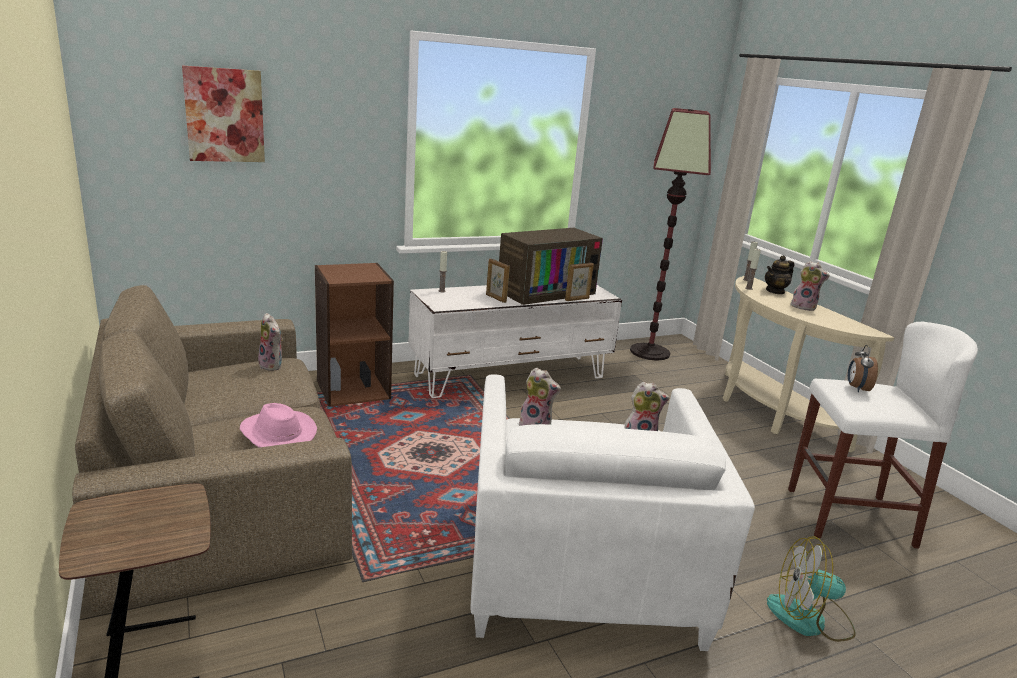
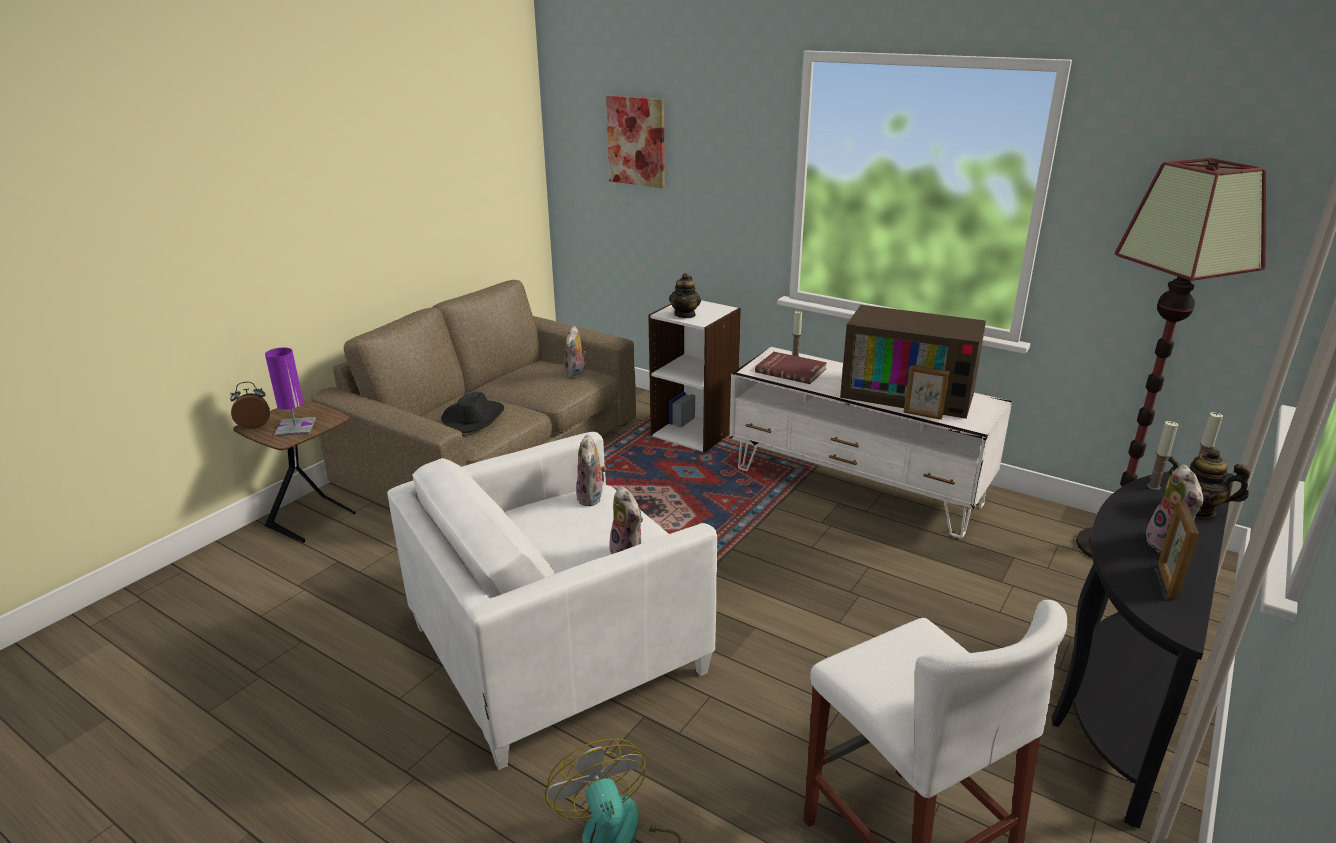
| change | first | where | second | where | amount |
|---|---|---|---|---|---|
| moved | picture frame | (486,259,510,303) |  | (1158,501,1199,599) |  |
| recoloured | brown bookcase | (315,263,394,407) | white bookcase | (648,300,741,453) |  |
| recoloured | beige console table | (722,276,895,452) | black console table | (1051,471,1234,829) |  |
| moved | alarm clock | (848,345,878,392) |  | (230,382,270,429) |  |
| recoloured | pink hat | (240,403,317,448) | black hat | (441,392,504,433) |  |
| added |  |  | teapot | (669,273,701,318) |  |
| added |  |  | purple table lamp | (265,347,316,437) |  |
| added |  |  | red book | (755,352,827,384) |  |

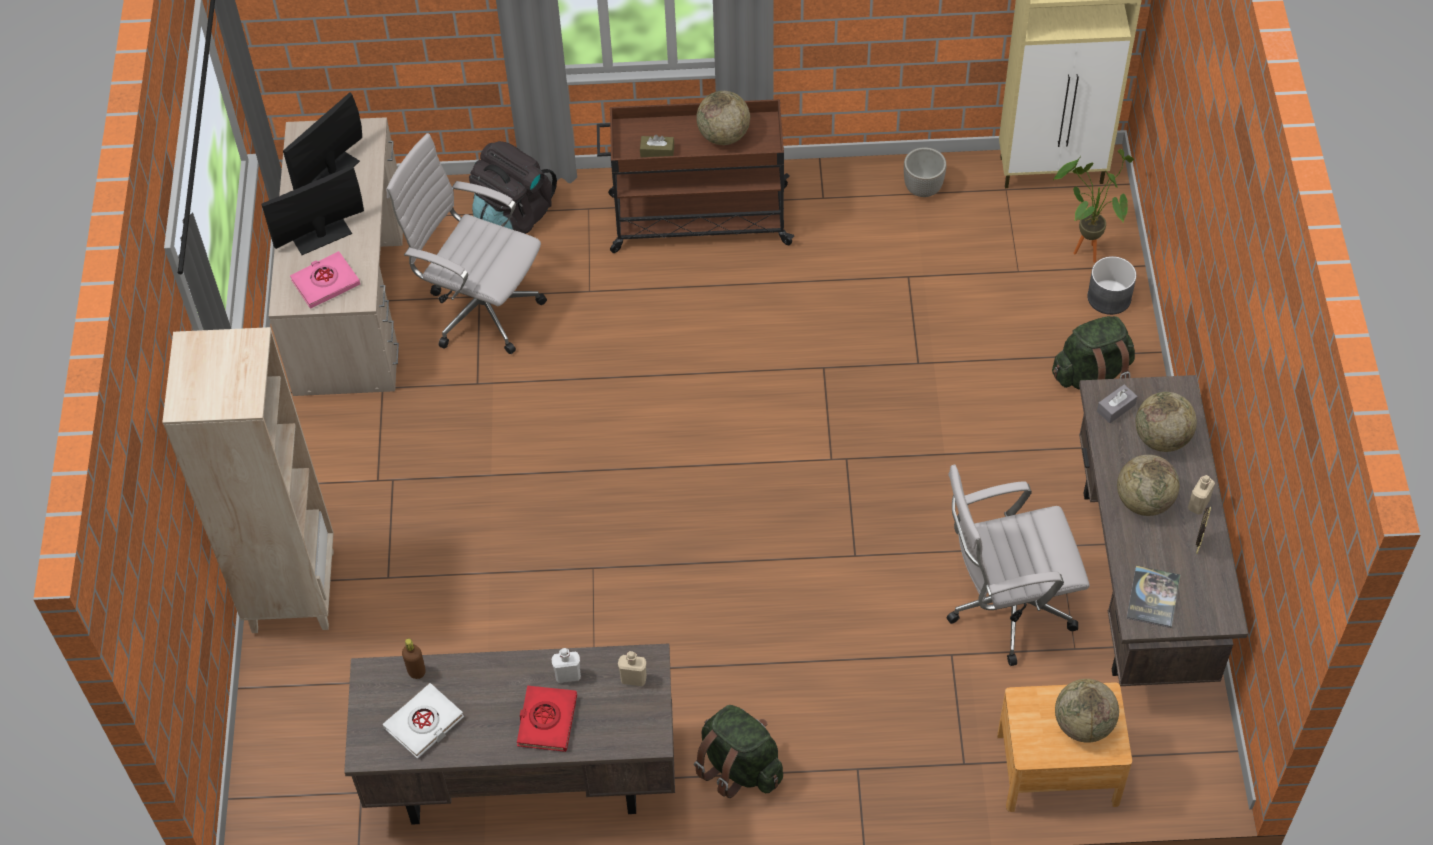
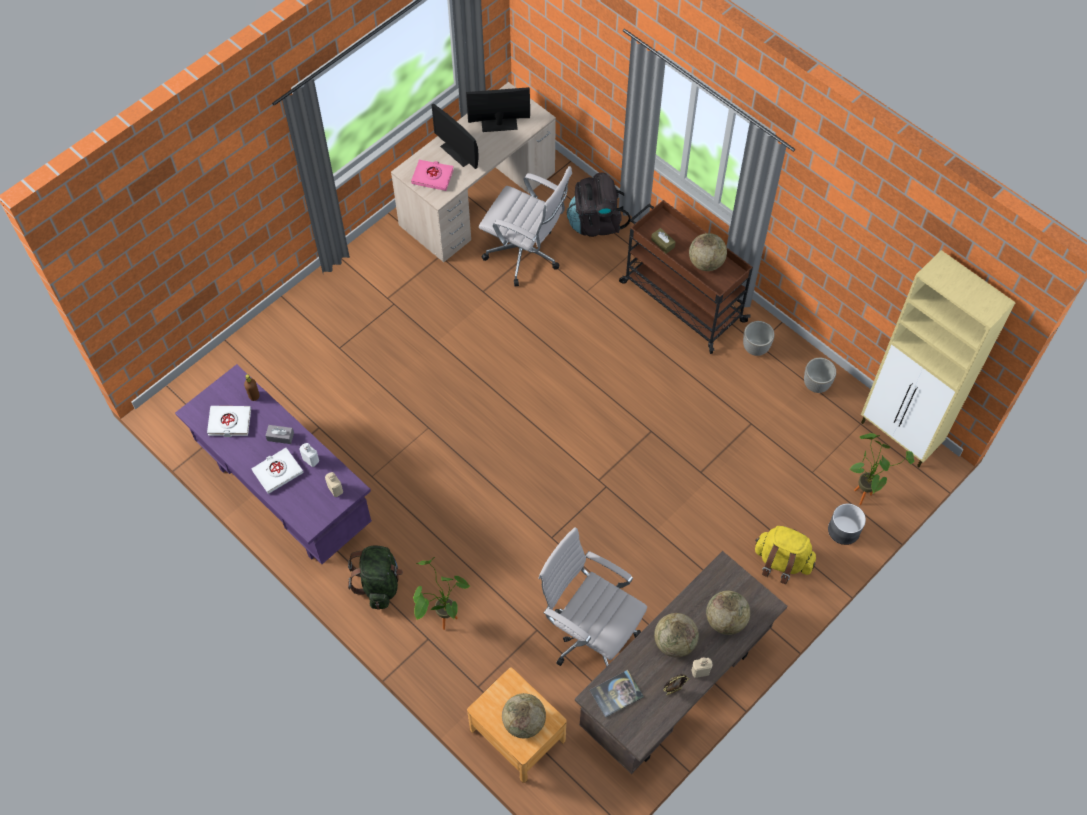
| change | first | where | second | where | amount |
|---|---|---|---|---|---|
| turned | white office chair | (386,133,547,354) |  | (479,166,572,286) | 135 degrees clockwise |
| turned | monitor | (261,165,364,255) |  | (432,104,479,169) | 150 degrees counterclockwise |
| recoloured | green backpack | (1052,316,1135,390) | yellow backpack | (755,526,816,584) |  |
| removed | beige bookcase | (162,327,334,633) |  |  |  |
| moved | grey tissue box | (1097,384,1137,423) |  | (266,425,294,444) |  |
| recoloured | brown desk | (344,644,675,825) | purple desk | (175,364,372,564) |  |
| recoloured | red book | (517,686,577,752) | white book | (252,448,303,494) |  |
| added |  |  | planter | (743,321,774,356) |  |
| added |  |  | potted plant | (413,557,471,630) |  |

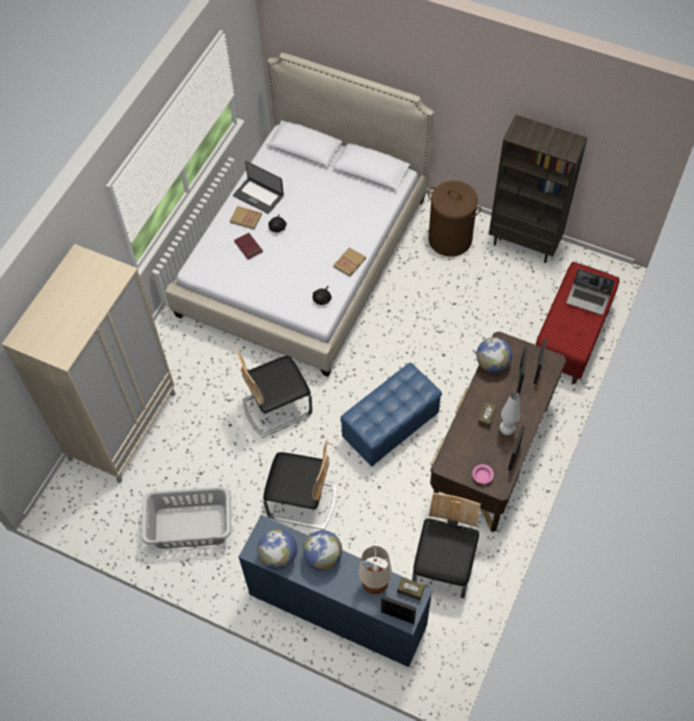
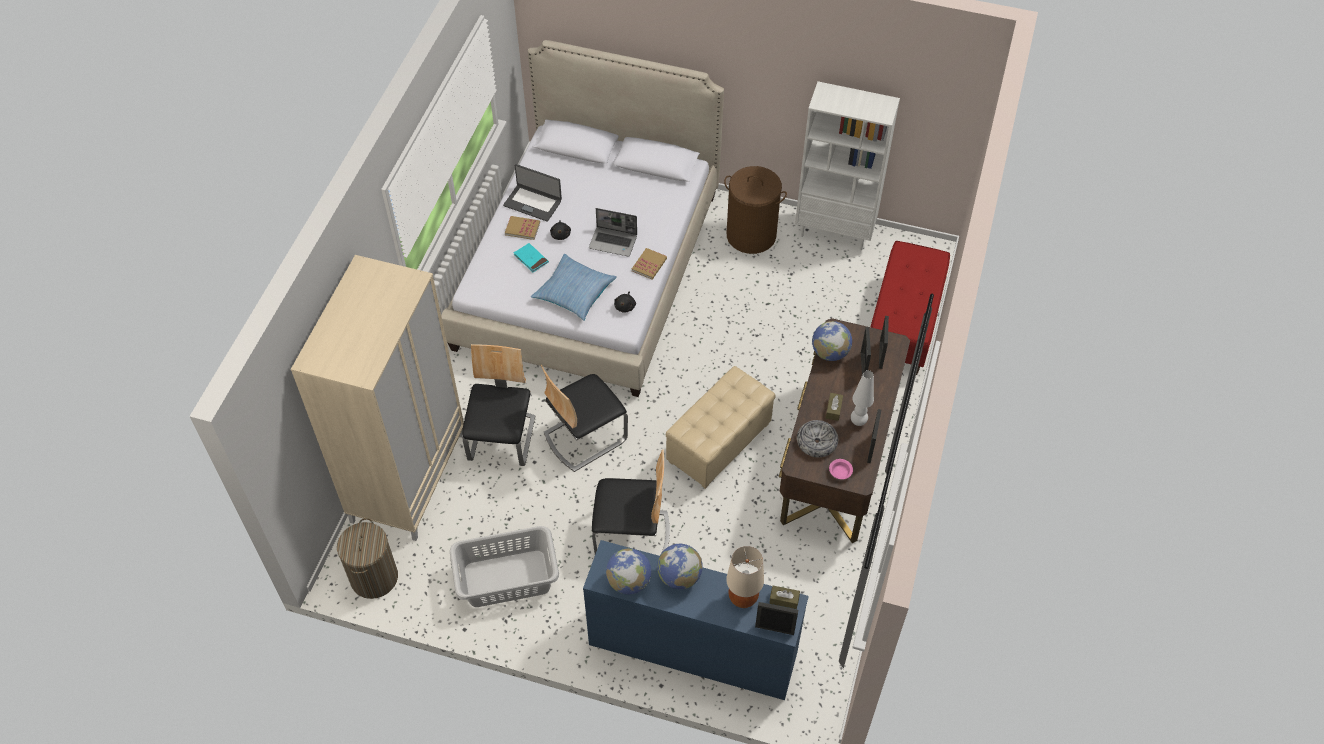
| change | first | where | second | where | amount |
|---|---|---|---|---|---|
| recoloured | brown bookcase | (489,115,587,263) | white bookcase | (795,81,900,250) |  |
| recoloured | red book | (234,233,263,260) | turquoise book | (514,243,549,272) |  |
| moved | laptop | (566,269,615,315) |  | (589,208,637,257) |  |
| recoloured | blue ottoman | (341,363,442,467) | beige ottoman | (666,366,776,489) |  |
| moved | chair | (412,493,481,598) |  | (462,344,535,466) |  |
| added |  |  | pillow | (531,254,617,321) |  |
| added |  |  | bowl | (797,420,838,457) |  |
| added |  |  | laundry basket | (337,518,398,599) |  |

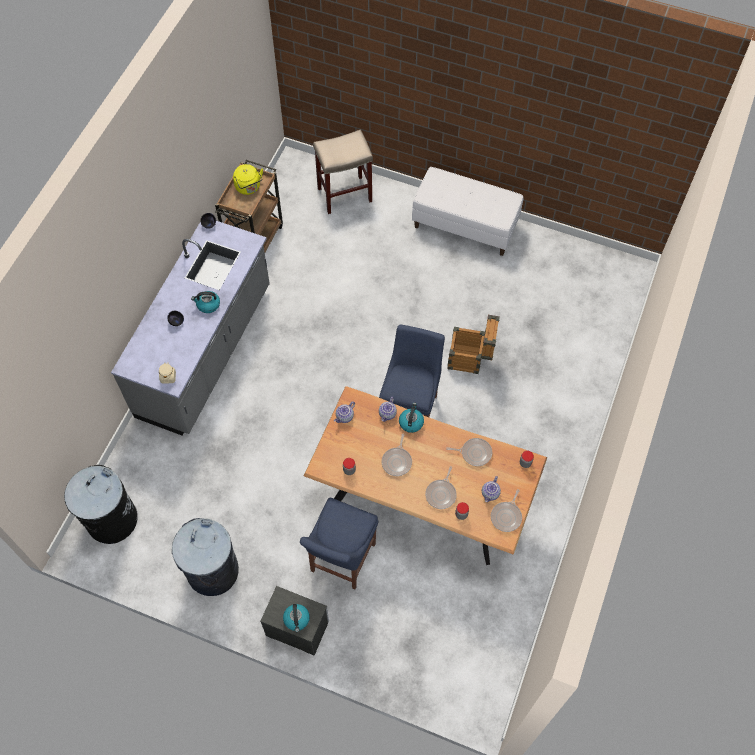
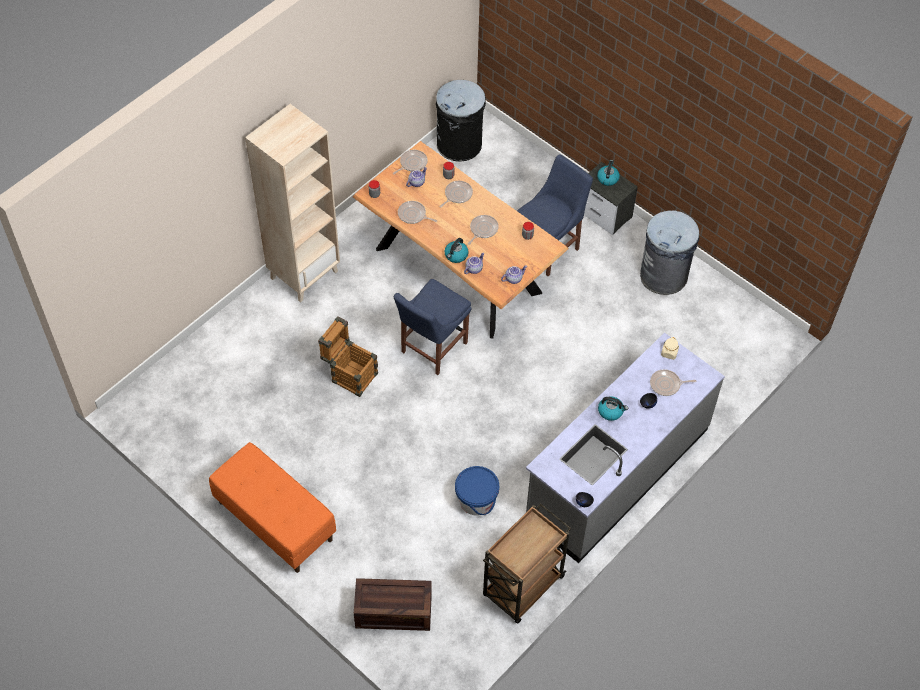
| change | first | where | second | where | amount |
|---|---|---|---|---|---|
| replaced | beige stool | (313,130,373,214) | crate | (354,578,432,631) |  |
| removed | yellow kettle | (233,164,263,195) |  |  |  |
| recoloured | white bench | (412,167,523,256) | orange bench | (209,442,336,573) |  |
| moved | black trash can | (64,465,138,544) |  | (436,80,486,162) |  |
| added |  |  | beige bookcase | (245,104,340,303) |  |
| added |  |  | frying pan | (650,369,696,396) |  |
| added |  |  | blue bucket | (455,466,499,516) |  |

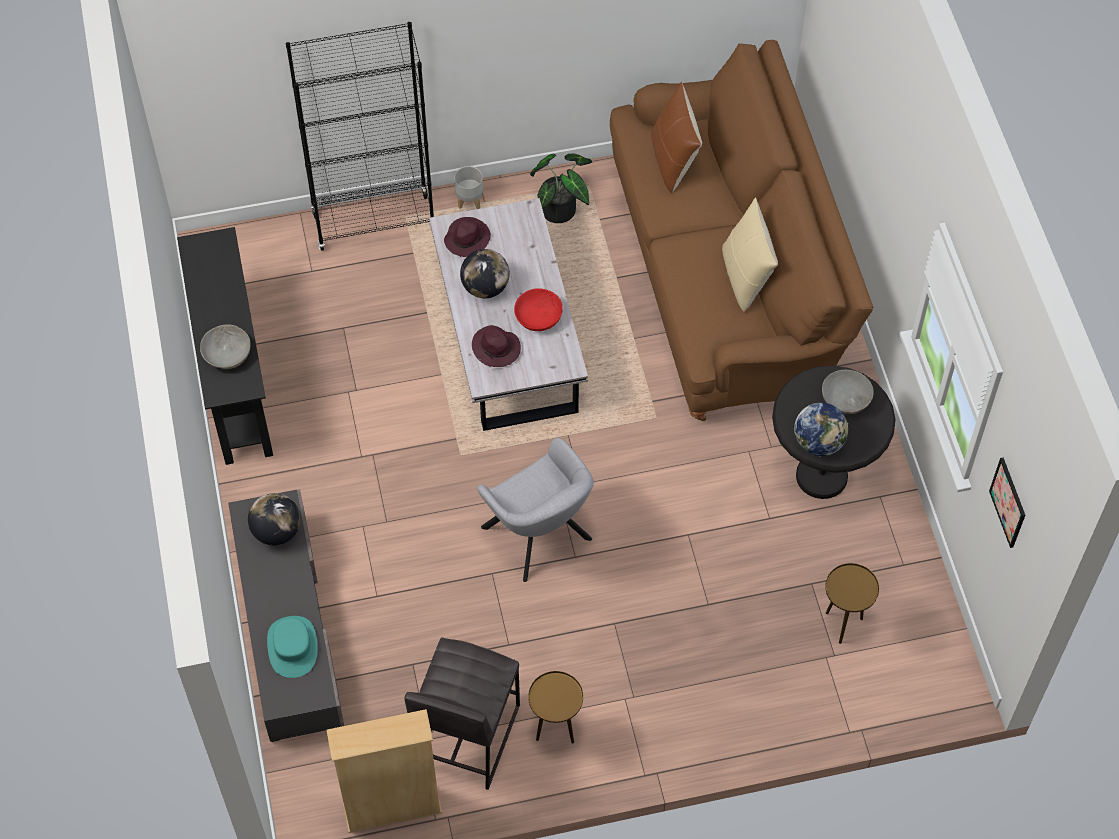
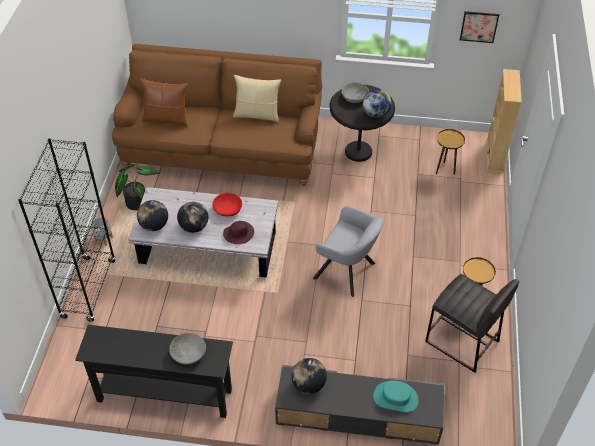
| change | first | where | second | where | amount |
|---|---|---|---|---|---|
| replaced | purple hat | (444,217,491,257) | globe | (137,200,168,231) |  |
| turned | grey armchair | (477,438,594,582) |  | (313,206,383,297) | 45 degrees clockwise |
| moved | beige bookcase | (327,709,442,833) |  | (486,69,522,173) |  |

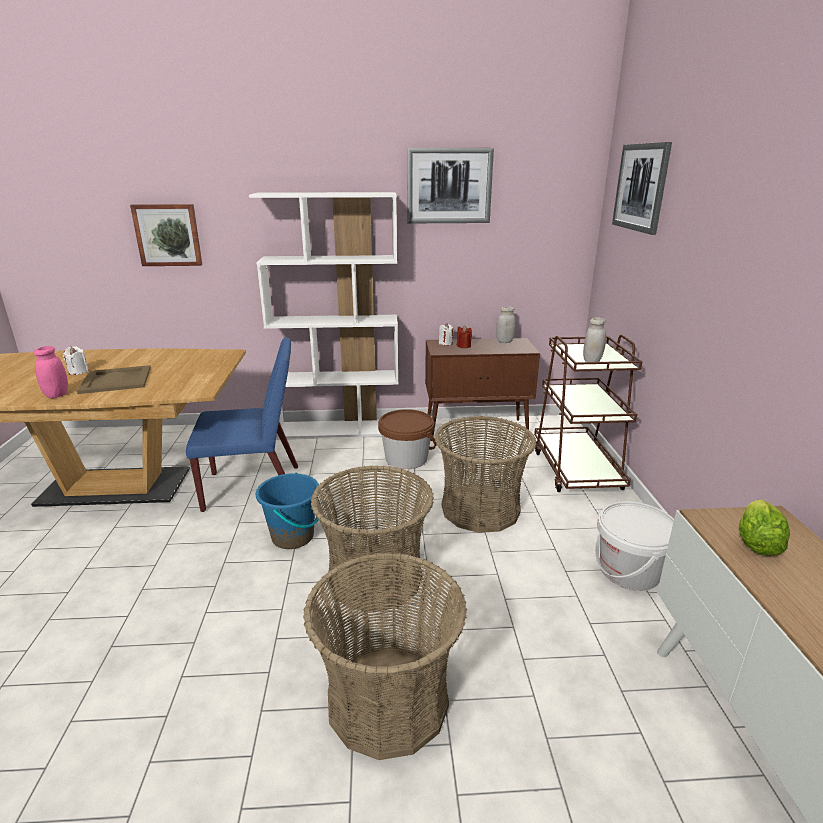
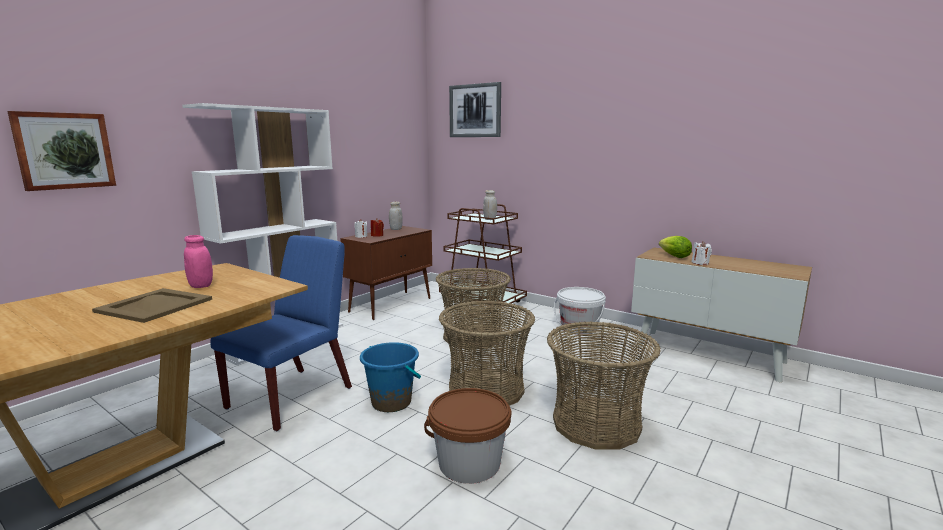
| change | first | where | second | where | amount |
|---|---|---|---|---|---|
| removed | picture | (407,148,494,223) |  |  |  |
| moved | pink jar | (34,346,68,398) |  | (184,235,213,288) |  |
| moved | white candle | (63,346,89,375) |  | (692,241,712,265) |  |
| moved | brown bucket | (378,409,436,469) |  | (424,388,511,484) |  |

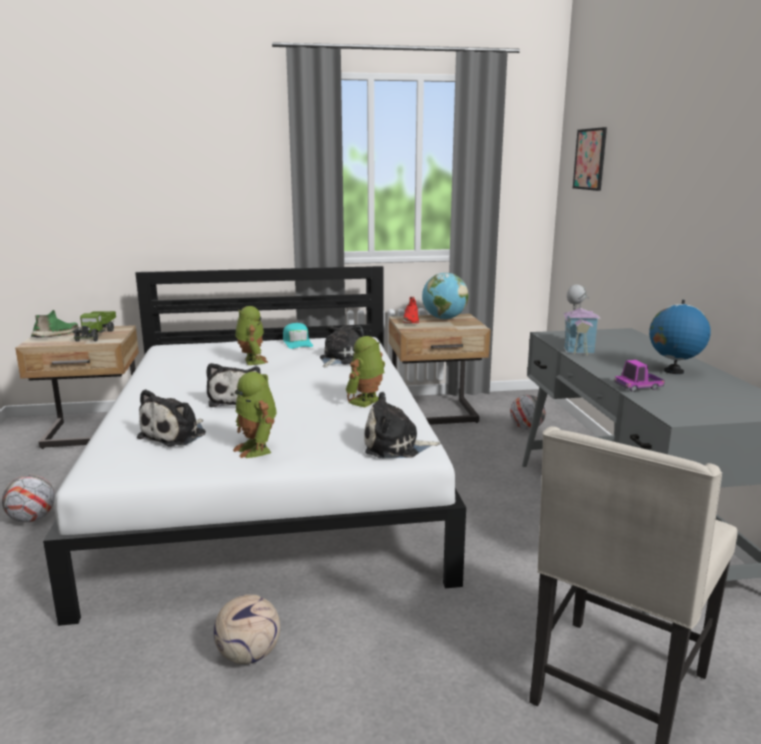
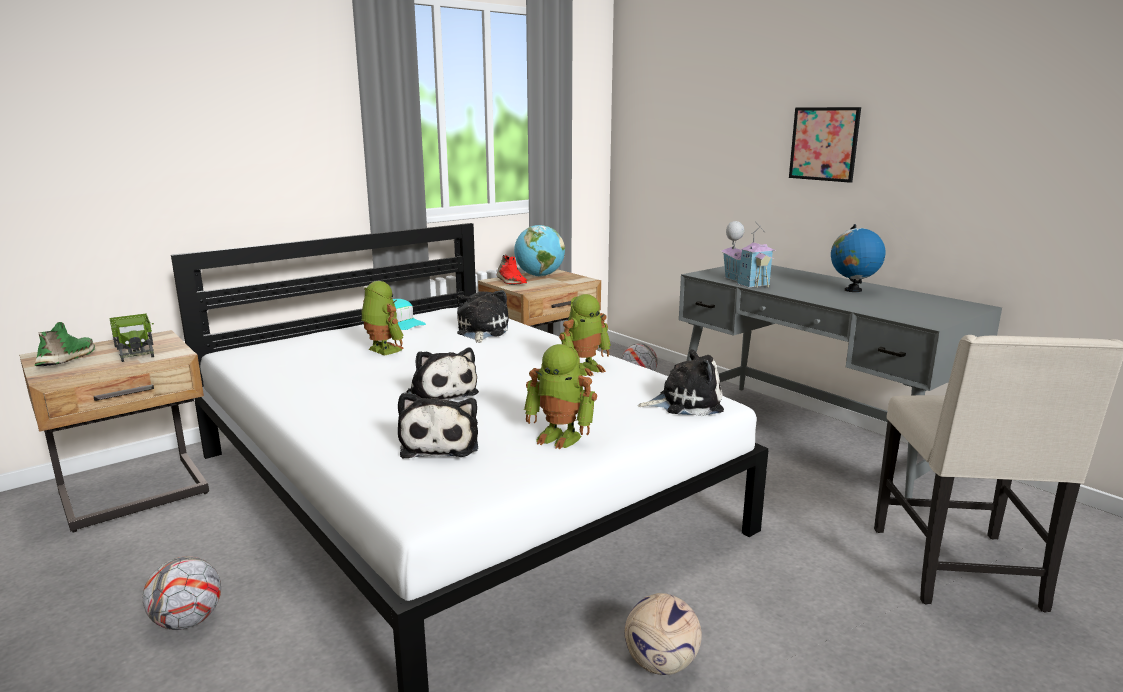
| change | first | where | second | where | amount |
|---|---|---|---|---|---|
| moved | picture | (573,127,607,191) |  | (789,107,861,183) |  |
| turned | toy robot | (346,336,385,407) |  | (559,294,611,376) | 135 degrees counterclockwise |
| removed | toy truck | (614,360,665,392) |  |  |  |
| turned | plush toy | (364,392,440,458) |  | (638,349,724,416) | 150 degrees counterclockwise |

